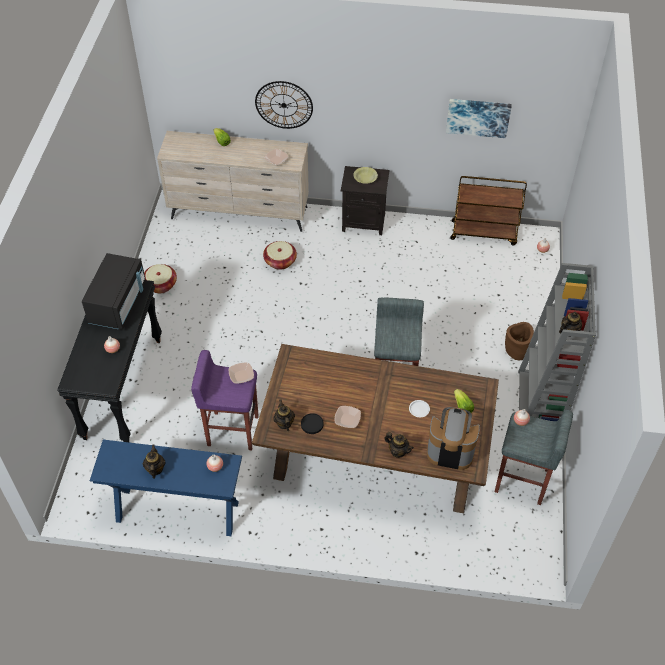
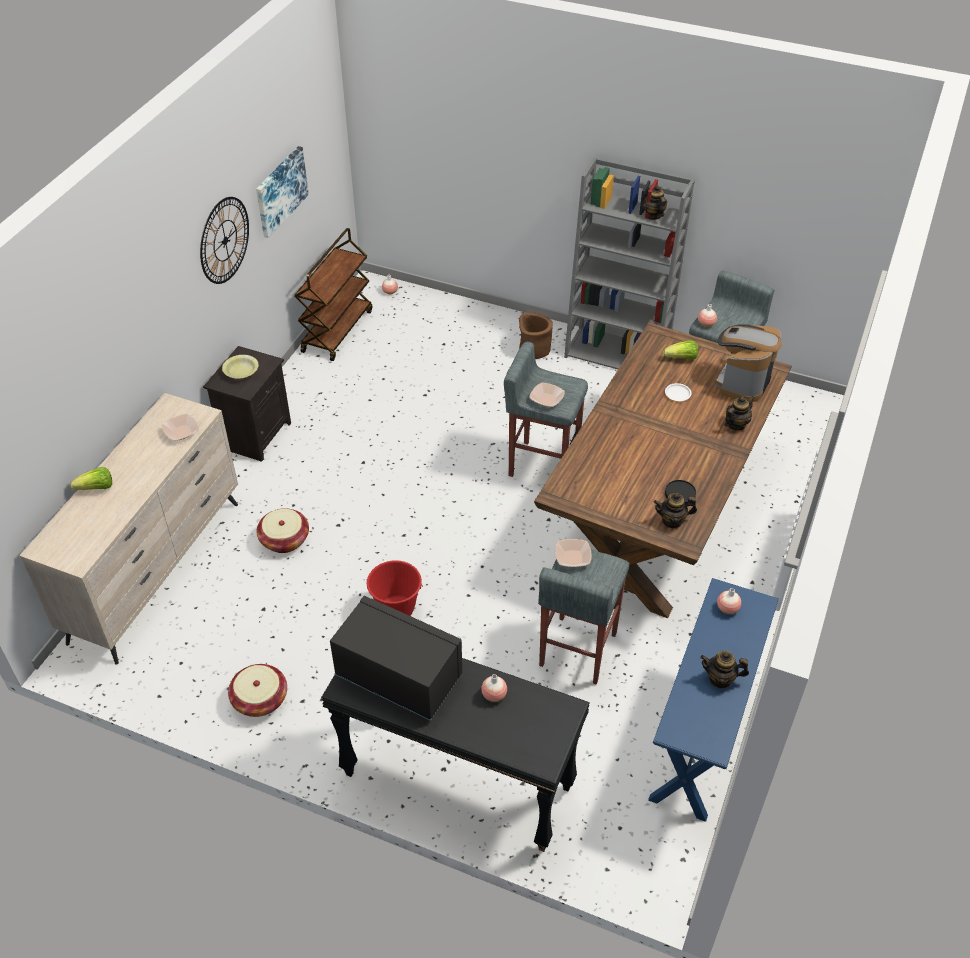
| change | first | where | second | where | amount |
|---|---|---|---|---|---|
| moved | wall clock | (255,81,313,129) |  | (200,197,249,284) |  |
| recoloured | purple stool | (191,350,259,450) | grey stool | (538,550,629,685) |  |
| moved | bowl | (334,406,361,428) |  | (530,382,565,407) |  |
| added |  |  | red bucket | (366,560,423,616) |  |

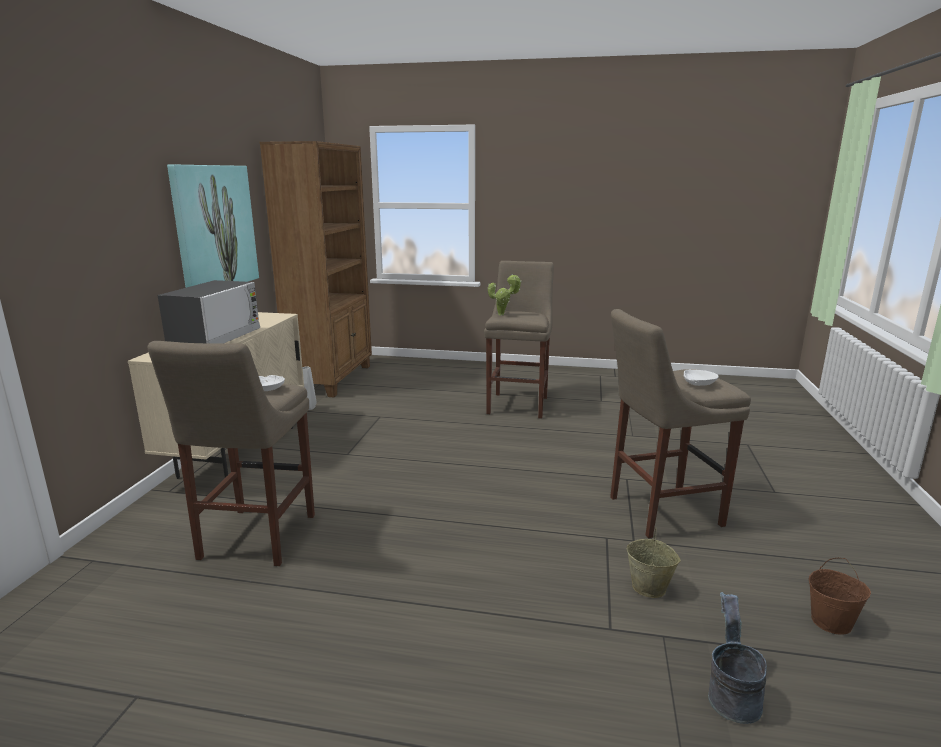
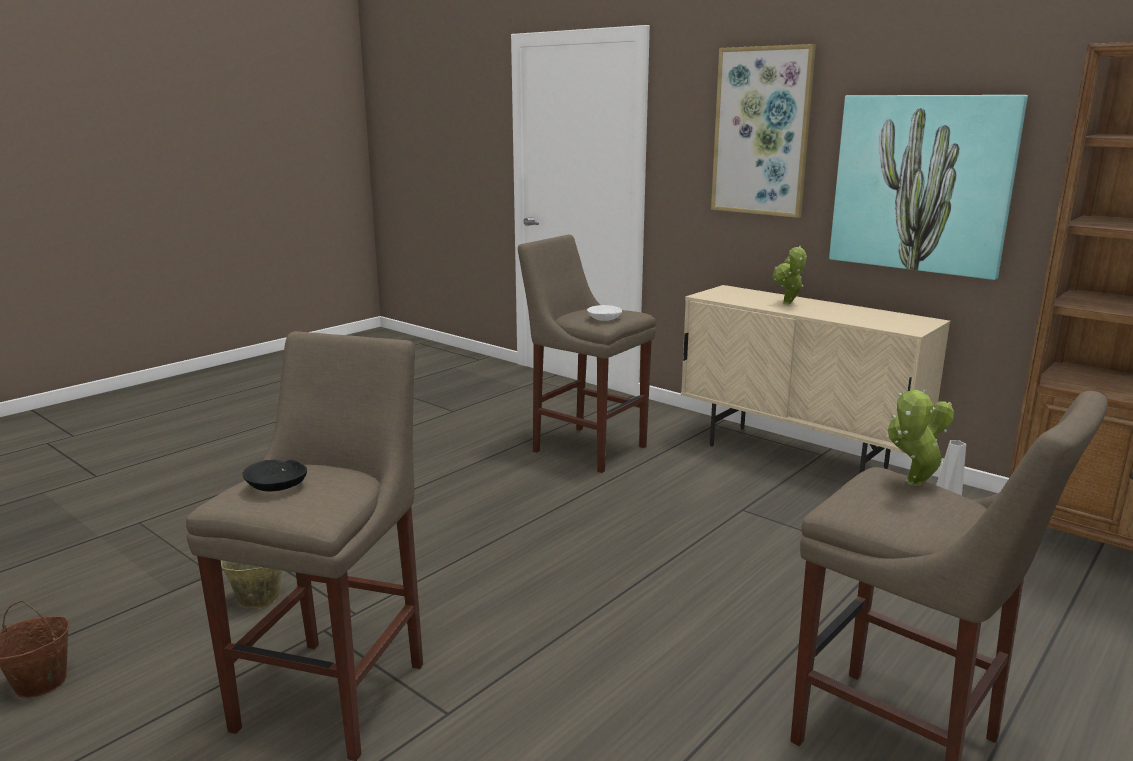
| change | first | where | second | where | amount |
|---|---|---|---|---|---|
| replaced | microwave | (158,280,260,344) | potted plant | (772,246,807,305) |  |
| recoloured | white bowl | (684,369,719,386) | black bowl | (242,460,307,492) |  |
| removed | grey bucket | (708,592,767,724) |  |  |  |
| added |  |  | picture | (711,44,816,218) |  |

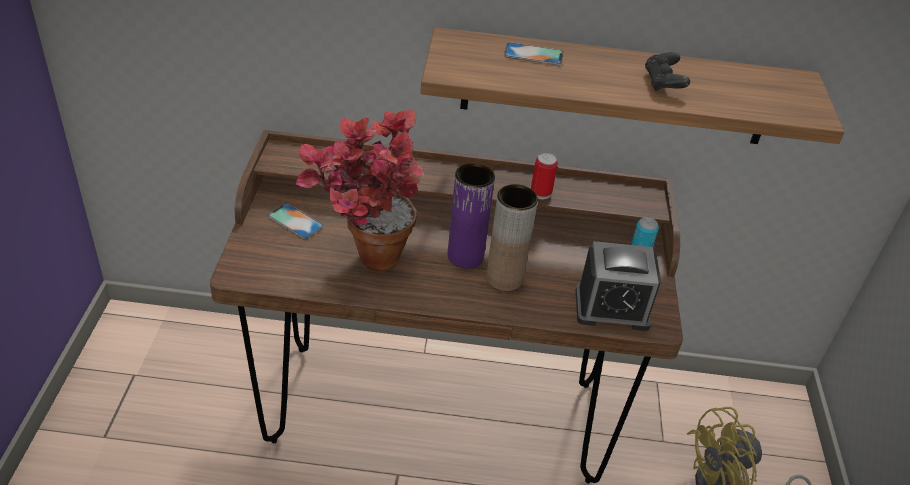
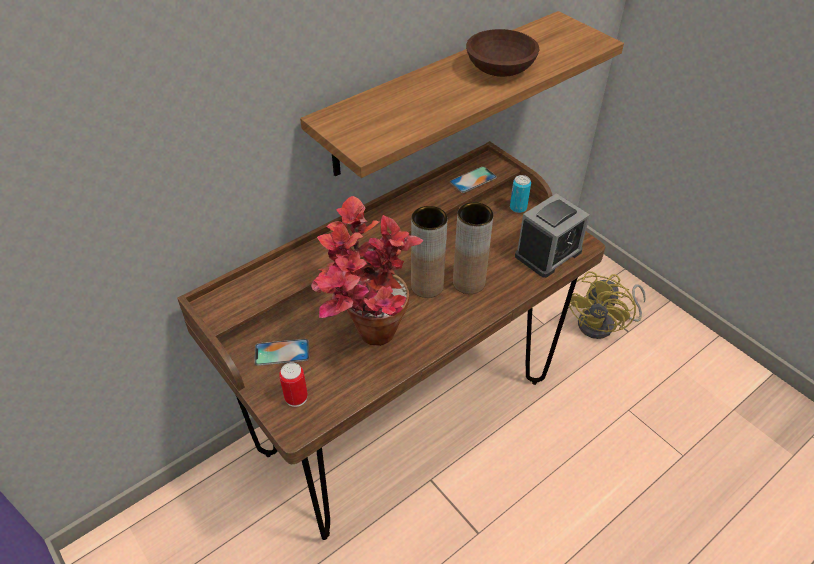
| change | first | where | second | where | amount |
|---|---|---|---|---|---|
| moved | phone | (504,42,564,65) |  | (450,166,497,193) |  |
| replaced | black game controller | (645,52,690,92) | brown bowl | (466,29,539,77) |  |
| moved | can | (531,153,558,199) |  | (279,362,308,407) |  |
| recoloured | purple vase | (448,163,495,269) | brown vase | (411,206,447,298) |  |

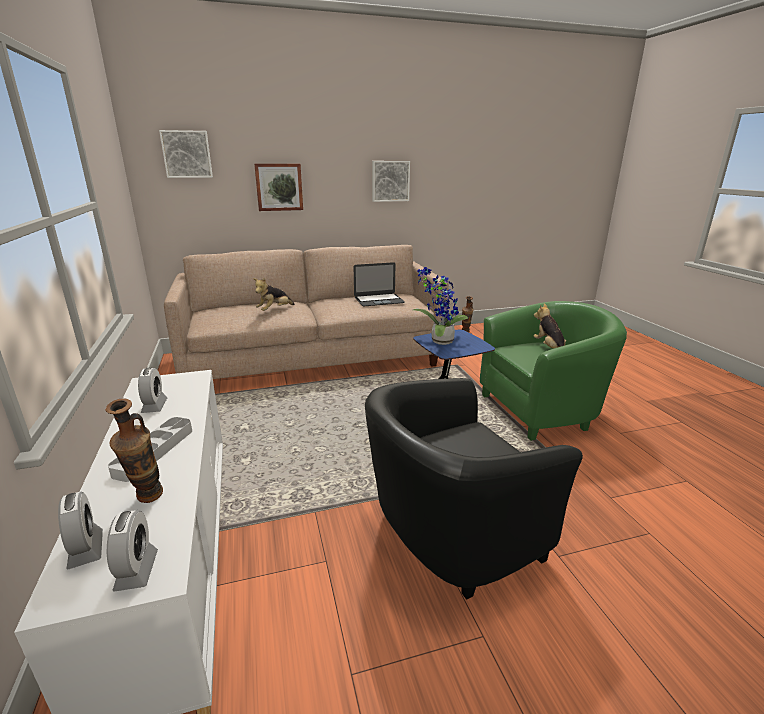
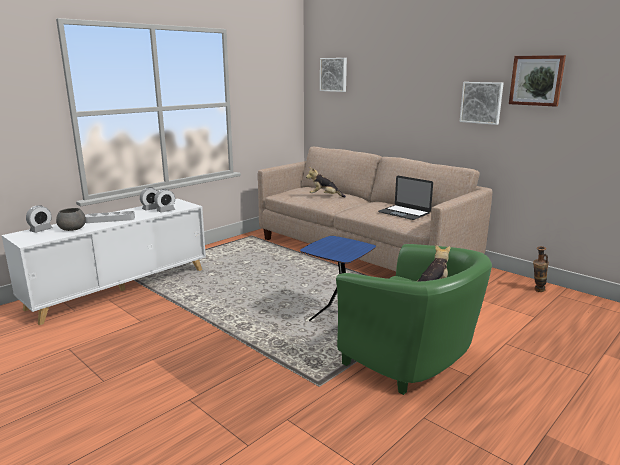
| change | first | where | second | where | amount |
|---|---|---|---|---|---|
| moved | picture | (254,163,303,211) |  | (509,55,566,107) |  |
| removed | potted plant | (413,267,468,345) |  |  |  |
| removed | black armchair | (365,378,583,600) |  |  |  |
| replaced | vase | (105,399,163,503) | grey bowl | (56,208,86,231) |  |
| moved | alarm clock | (107,510,158,592) |  | (154,189,175,213) |  |

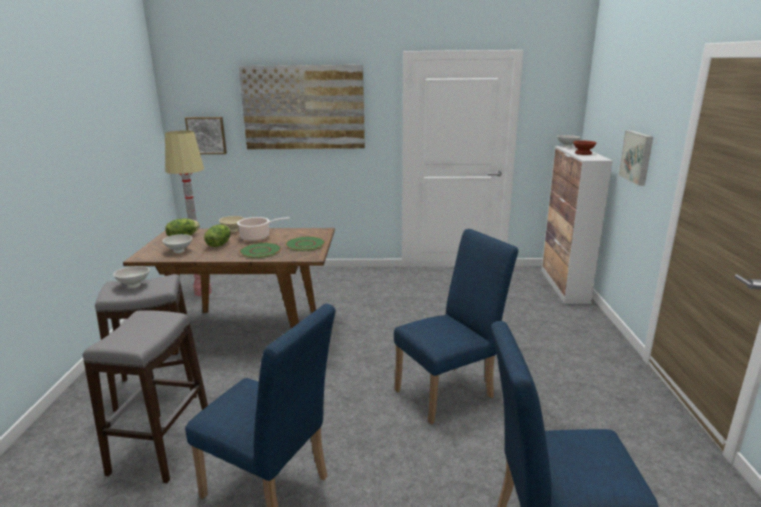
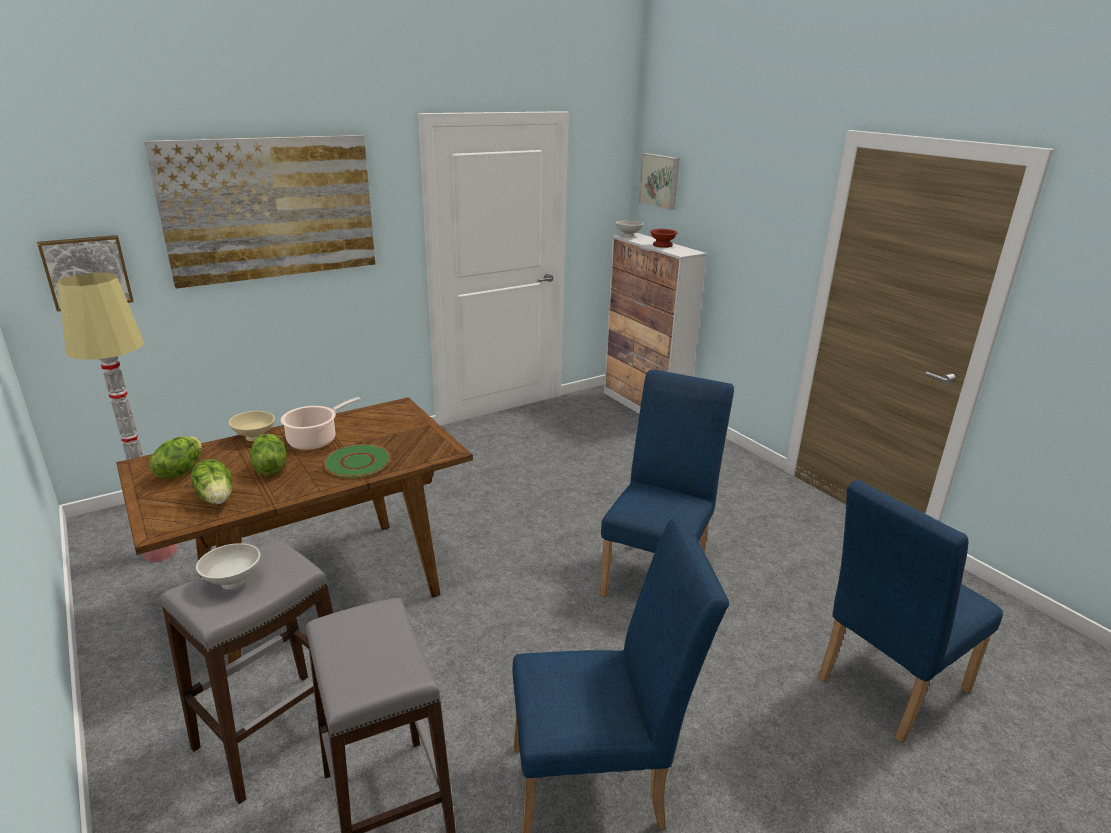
| change | first | where | second | where | amount |
|---|---|---|---|---|---|
| moved | picture | (618,130,653,186) |  | (639,153,679,210) |  |
| replaced | white bowl | (162,234,192,253) | lettuce | (191,459,233,505) |  |
| removed | green plate | (285,236,326,251) |  |  |  |

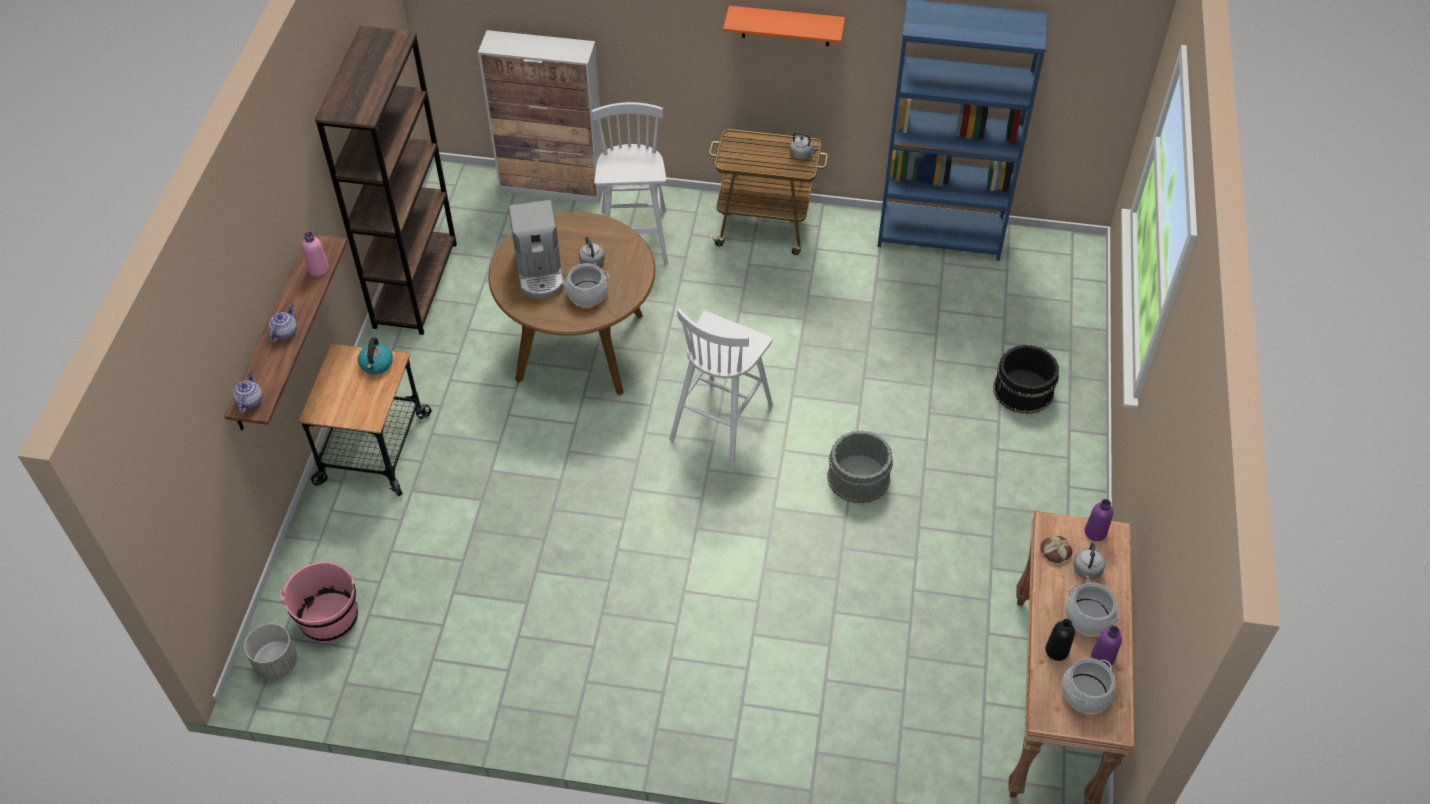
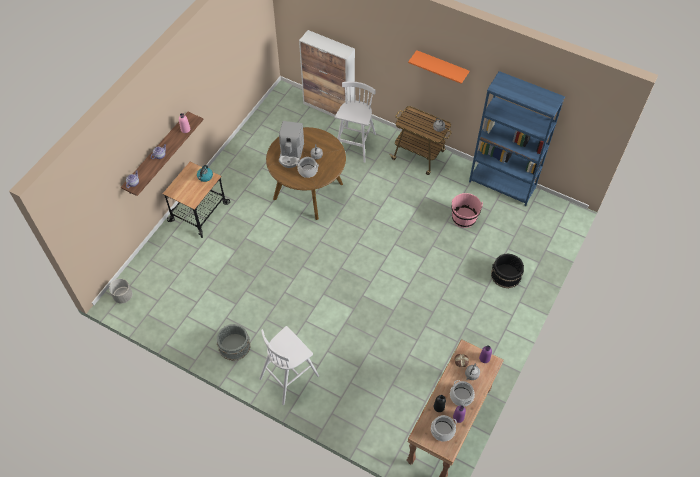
| change | first | where | second | where | amount |
|---|---|---|---|---|---|
| removed | brown bookcase | (315,26,457,335) |  |  |  |
| moved | white stool | (670,308,773,467) |  | (259,326,319,405) |  |
| moved | grey bucket | (827,430,893,503) |  | (217,324,250,361) |  |
| moved | pink bucket | (280,562,358,643) |  | (452,193,483,228) |  |

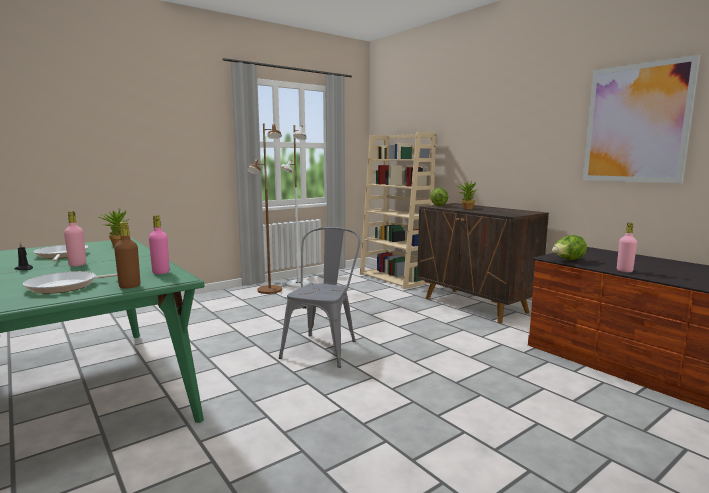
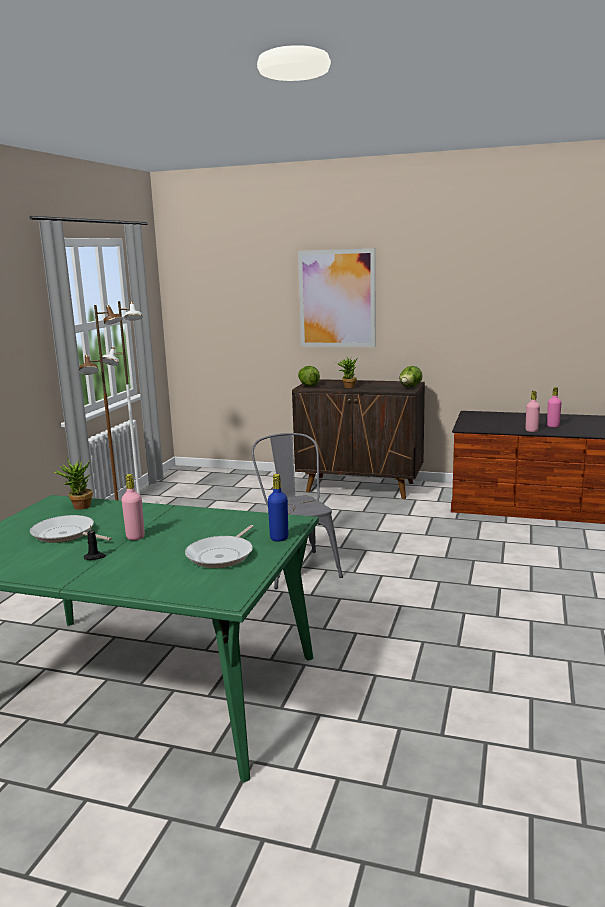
| change | first | where | second | where | amount |
|---|---|---|---|---|---|
| moved | picture | (583,55,700,183) |  | (298,248,376,347) |  |
| removed | beige bookcase | (360,132,436,289) |  |  |  |
| moved | pink bottle | (149,215,170,274) |  | (547,387,562,427) |  |
| recoloured | brown bottle | (114,222,140,289) | blue bottle | (268,474,288,542) |  |
| moved | lettuce | (552,235,587,260) |  | (399,366,423,387) |  |

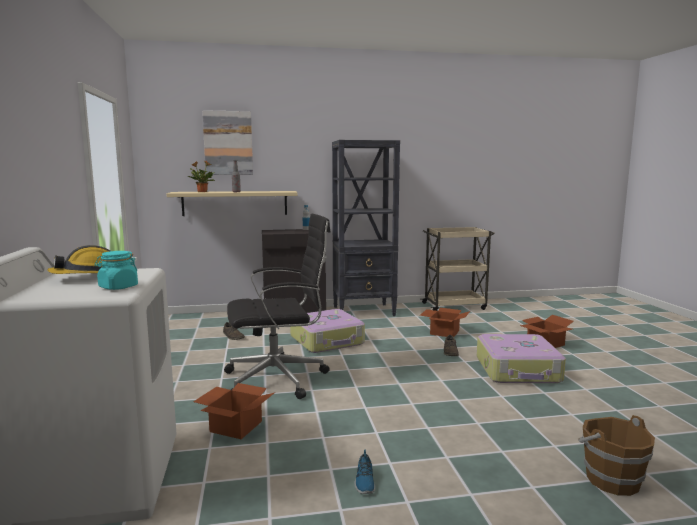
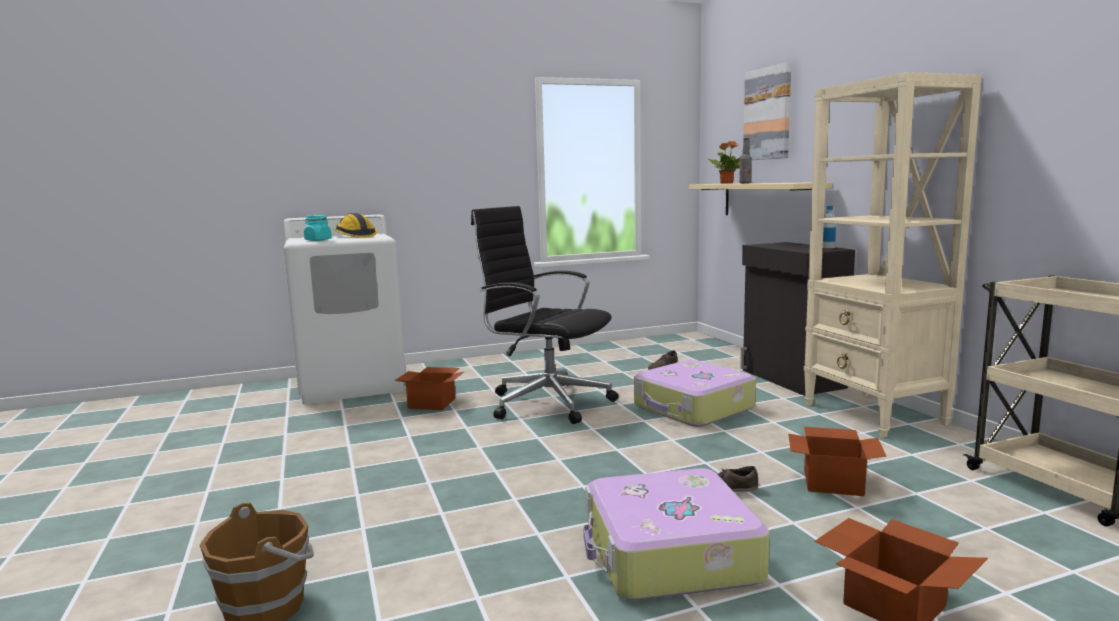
| change | first | where | second | where | amount |
|---|---|---|---|---|---|
| recoloured | black bookcase | (332,140,400,316) | beige bookcase | (804,72,982,438) |  |
| turned | black office chair | (224,213,331,399) |  | (471,206,619,424) | 150 degrees clockwise |
| removed | shoe | (354,450,375,494) |  |  |  |

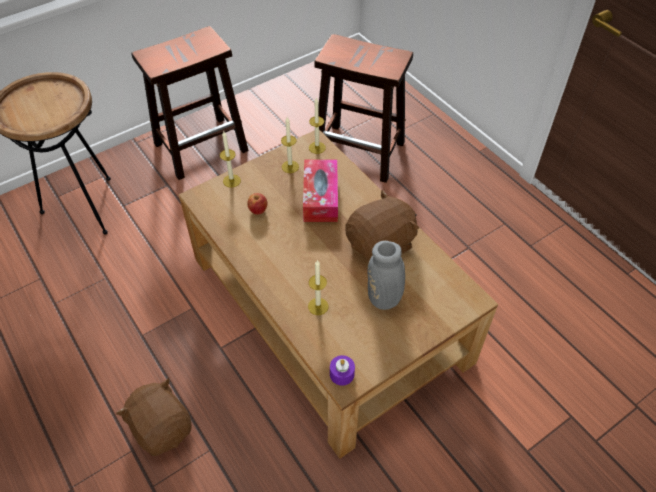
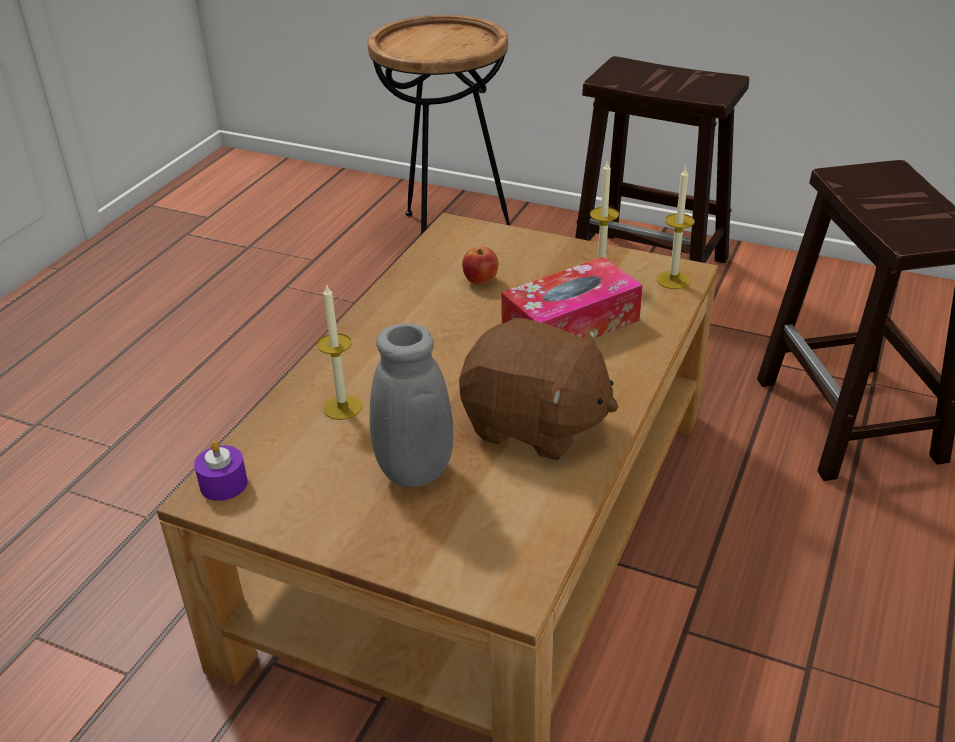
| change | first | where | second | where | amount |
|---|---|---|---|---|---|
| removed | candle | (220,131,241,188) |  |  |  |
| removed | brown plush toy | (116,378,192,456) |  |  |  |

